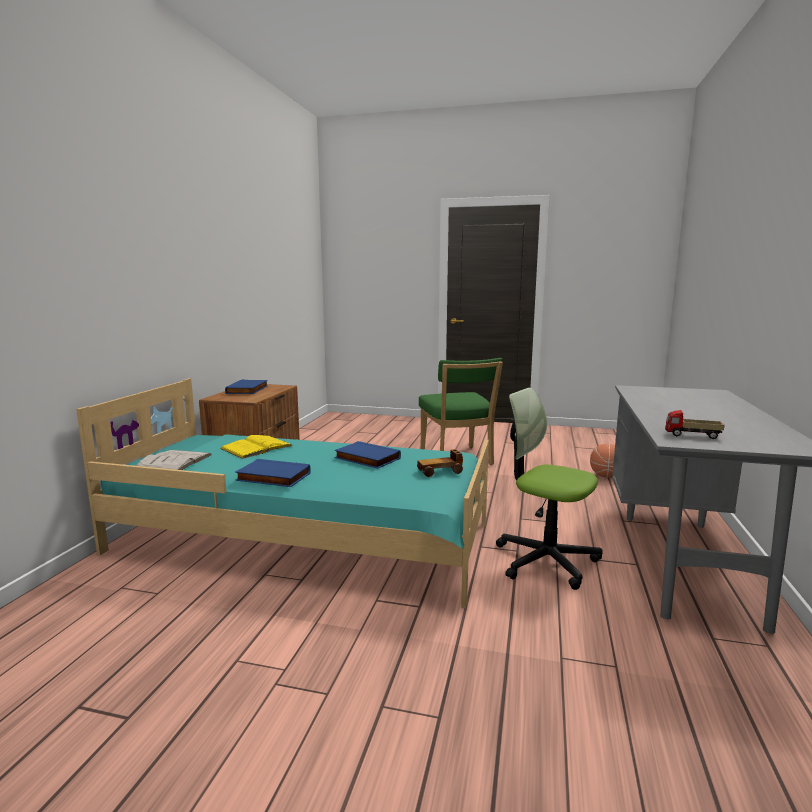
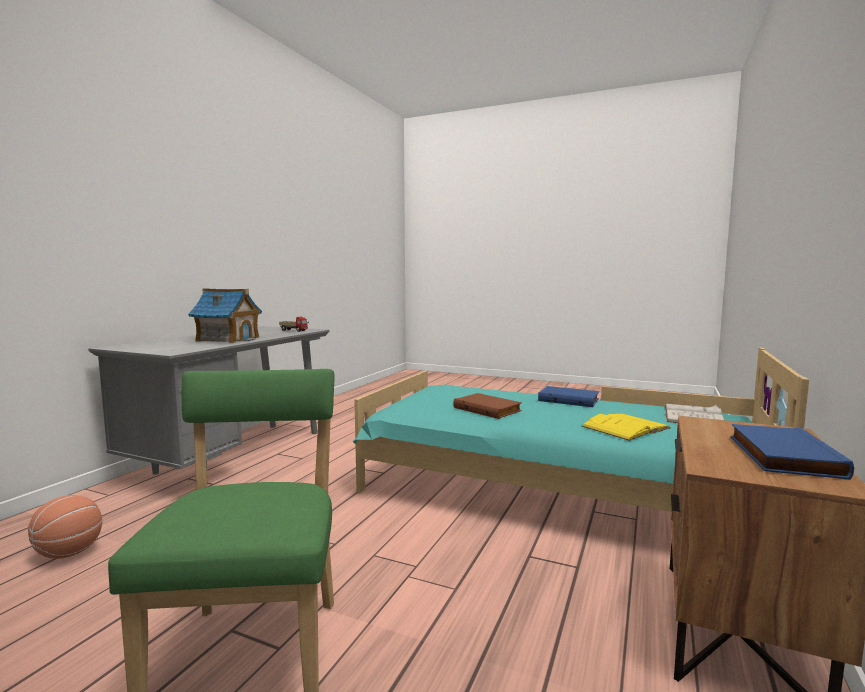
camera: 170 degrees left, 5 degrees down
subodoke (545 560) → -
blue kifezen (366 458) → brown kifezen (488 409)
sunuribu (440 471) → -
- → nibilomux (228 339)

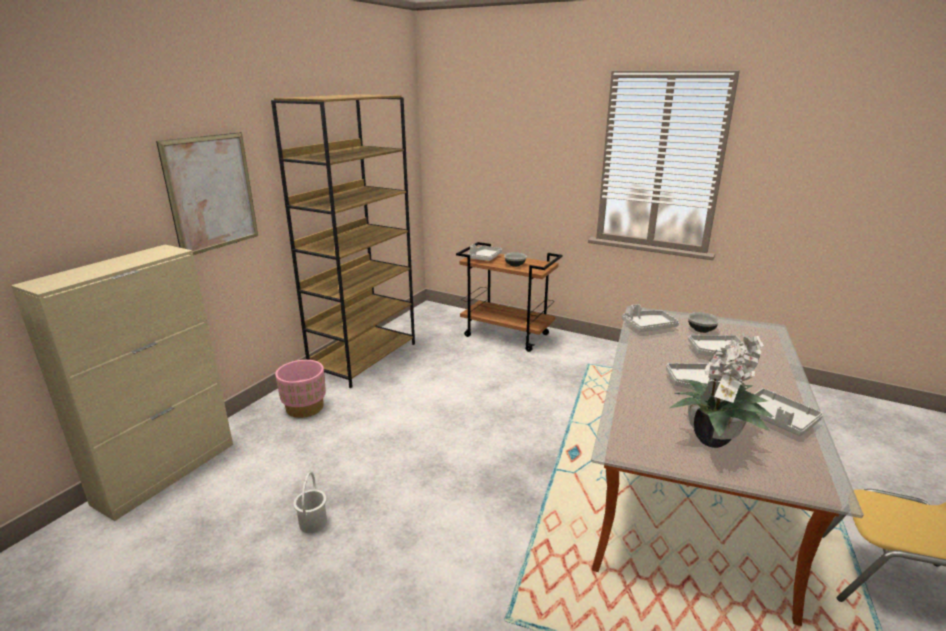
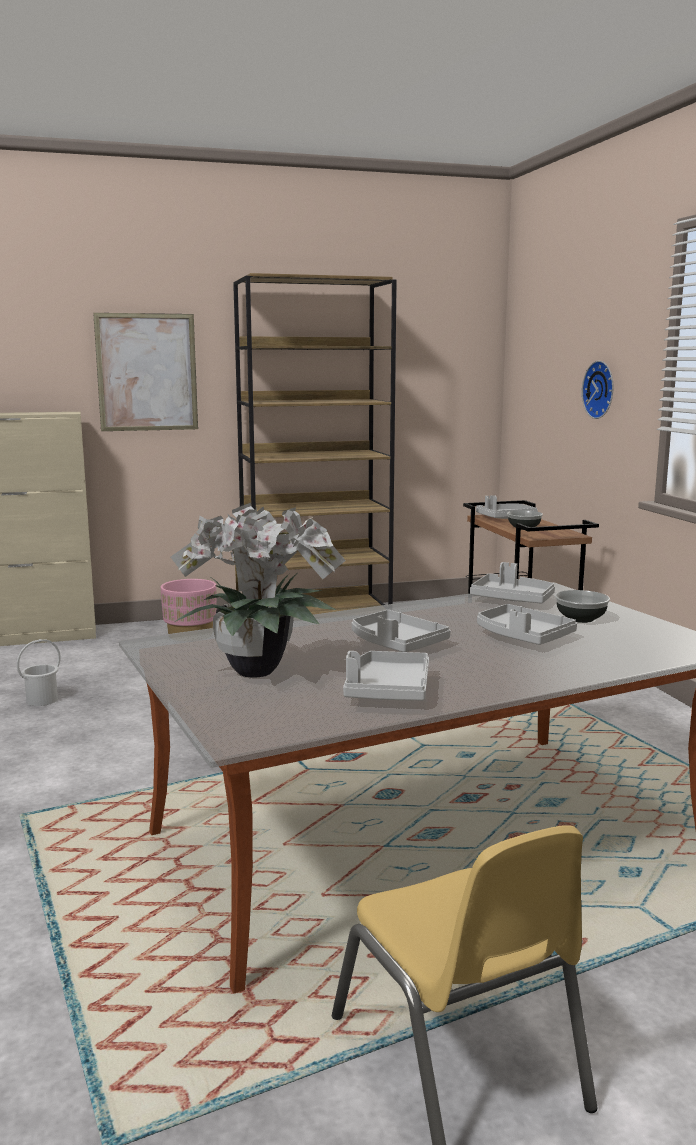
camera: 45 degrees right, 10 degrees down
- → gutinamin (601 389)

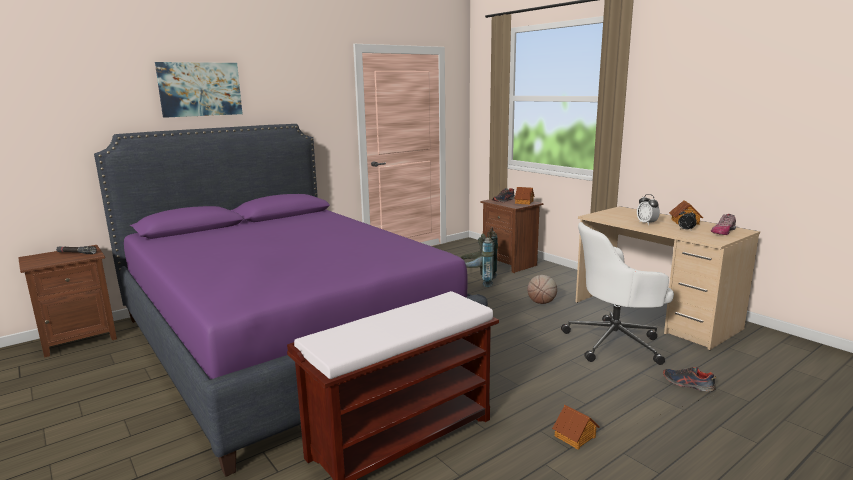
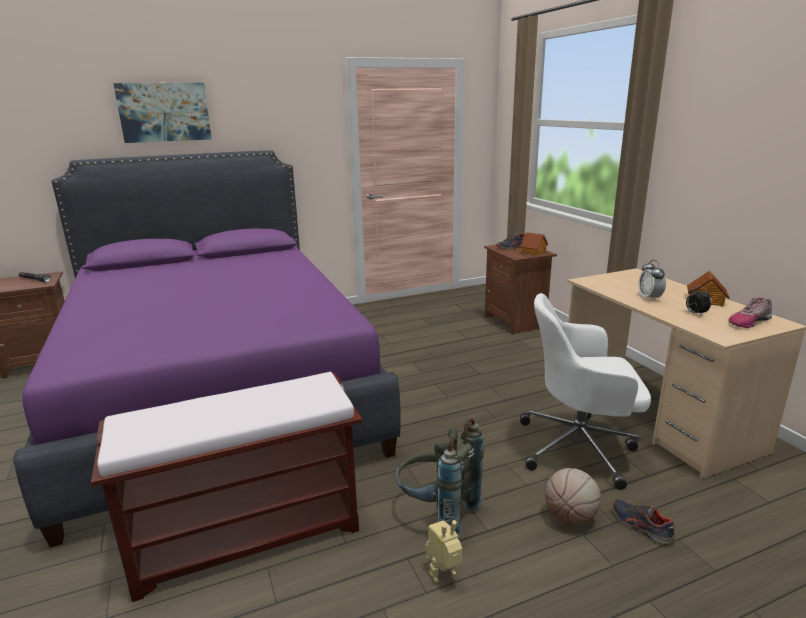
camera: 15 degrees right, 5 degrees up
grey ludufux (476 281) → grey ludufux (437 513), moved
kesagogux (541 303) → kesagogux (570 517), moved
nibilomux (575 436) → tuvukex (444 576)

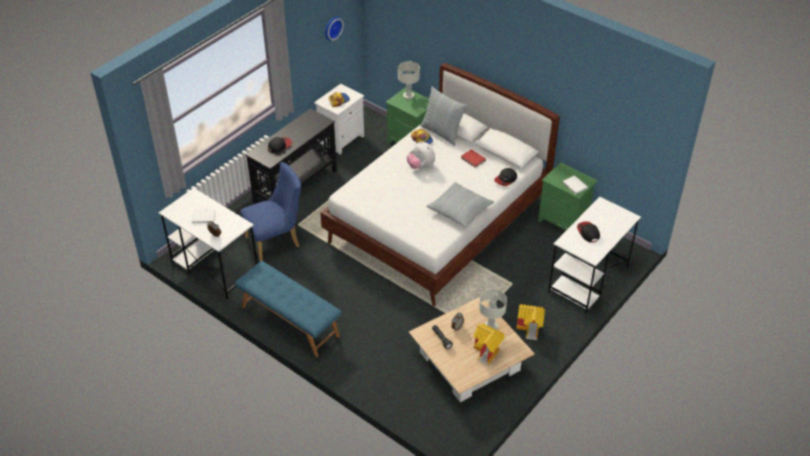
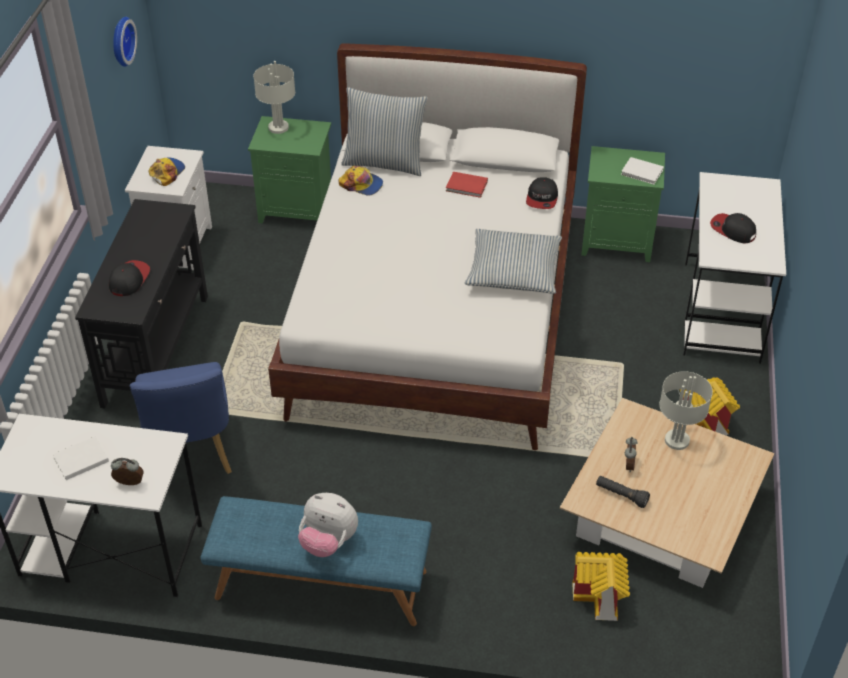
camera: 30 degrees left, 0 degrees up
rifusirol (421 166) → rifusirol (328 542), moved
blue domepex (276 241) → blue domepex (191 455), 135 degrees clockwise
nibilomux (487 352) → nibilomux (600 598), moved

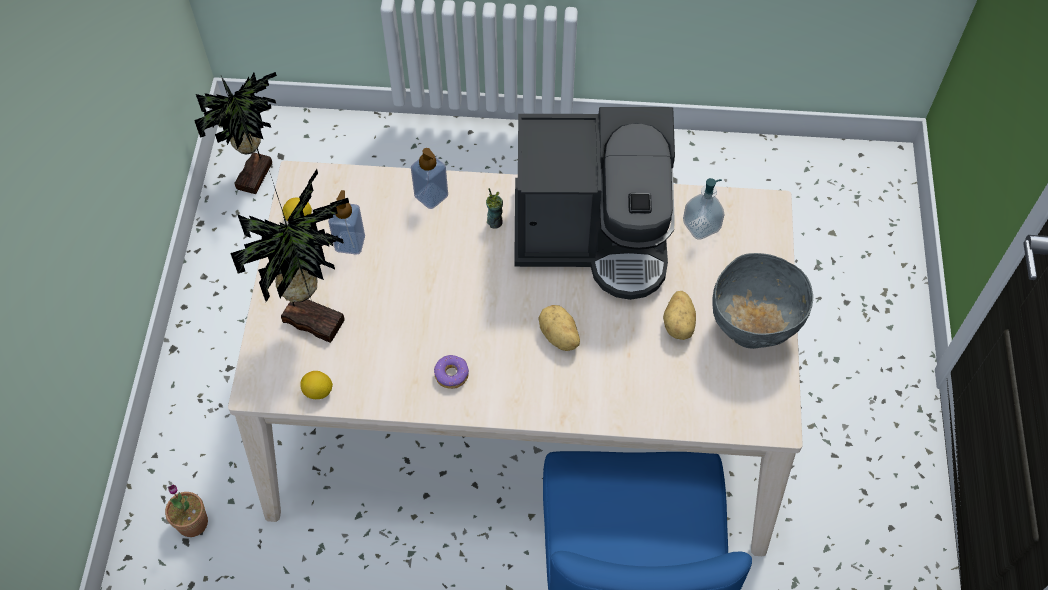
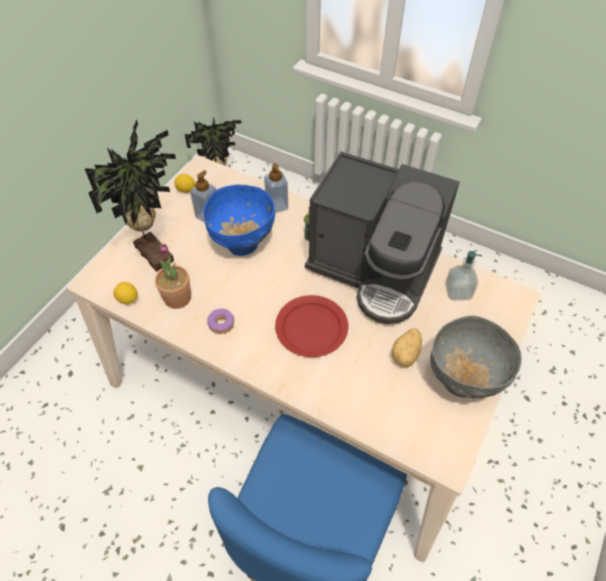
camera: 25 degrees right, 5 degrees down
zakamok (558 337) → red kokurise (311 328)
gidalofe (192 522) → gidalofe (177 298), moved
- → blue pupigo (242 244)

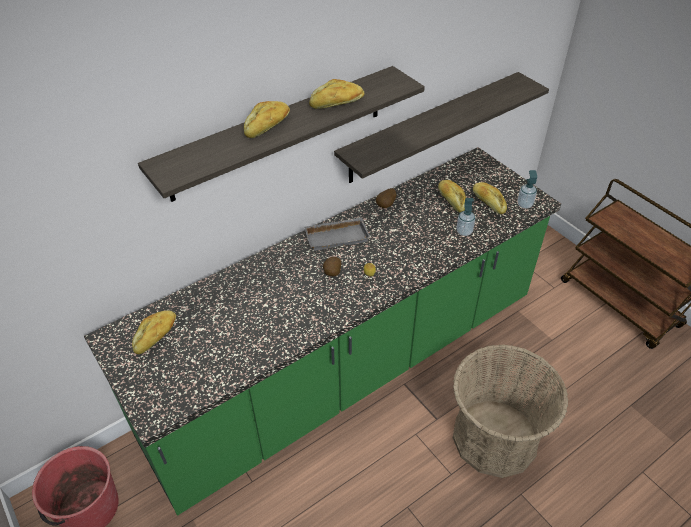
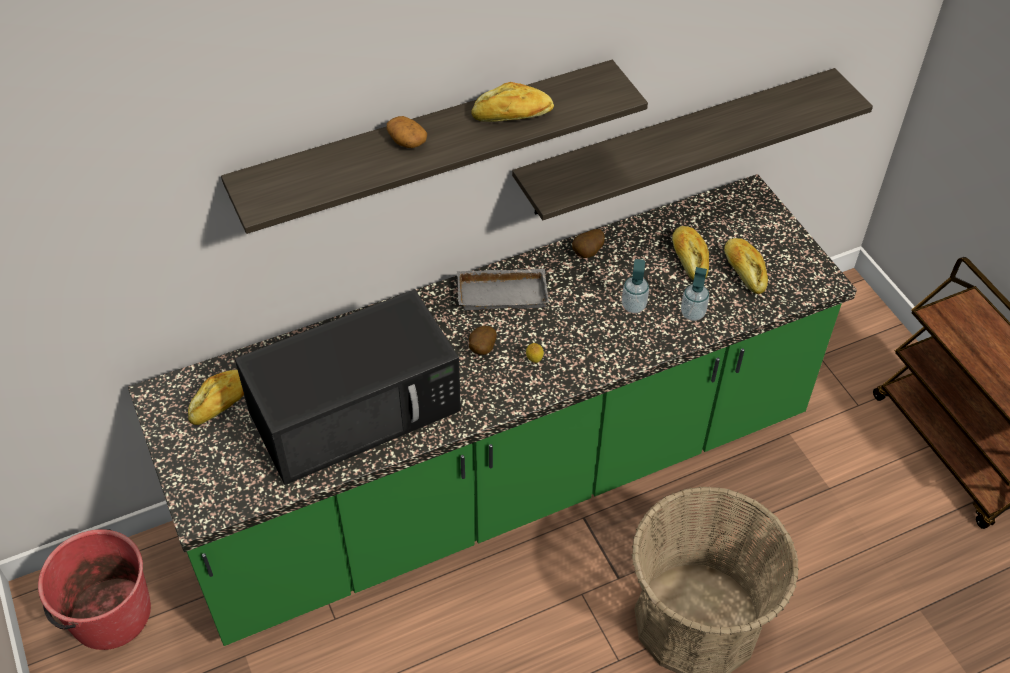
camera: 10 degrees right, 5 degrees up
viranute (268 126) → zakamok (406 141)
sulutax (524 204) → sulutax (633 306), moved
- → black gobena (357 409)

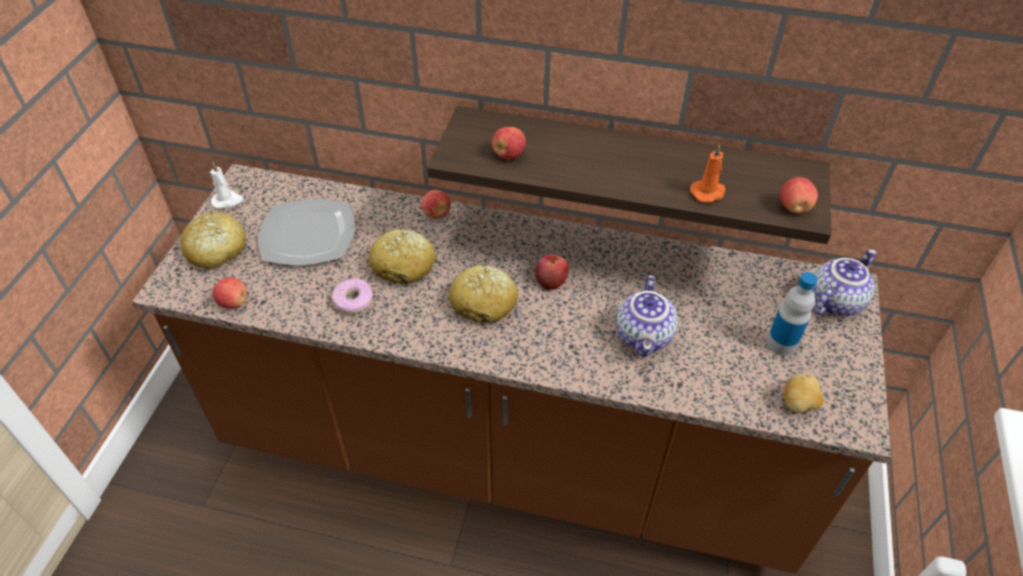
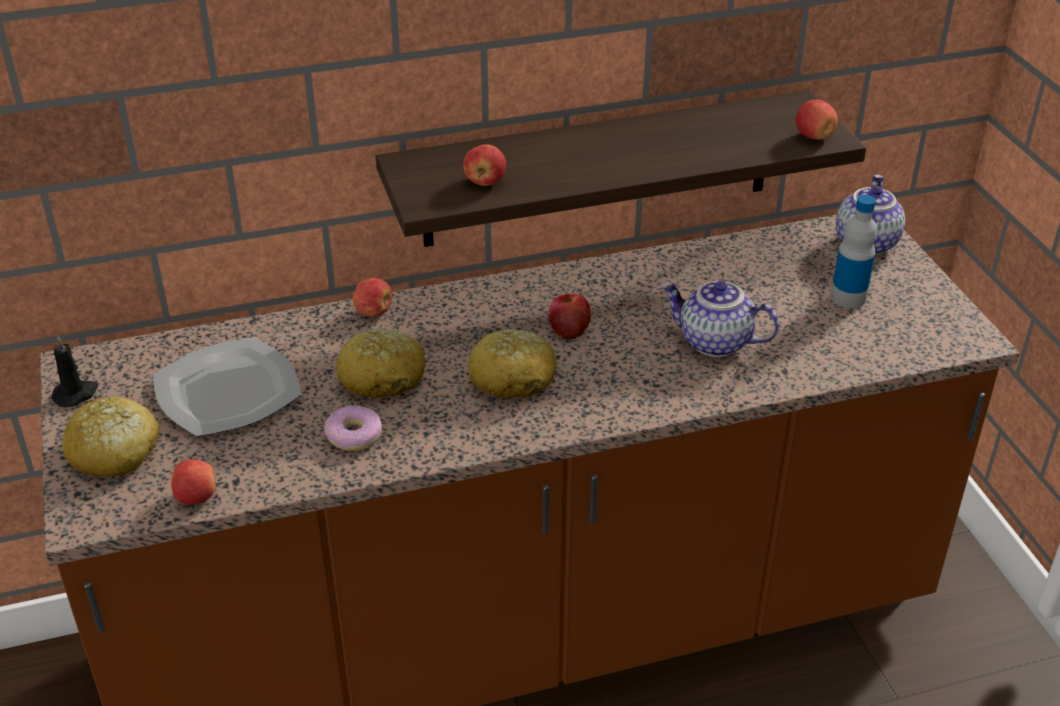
camera: 30 degrees left, 10 degrees down
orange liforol (708 192) → -
white liforol (227 200) → black liforol (76 394)
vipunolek (645 337) → vipunolek (714 343), 135 degrees clockwise
zakamok (798 404) → -

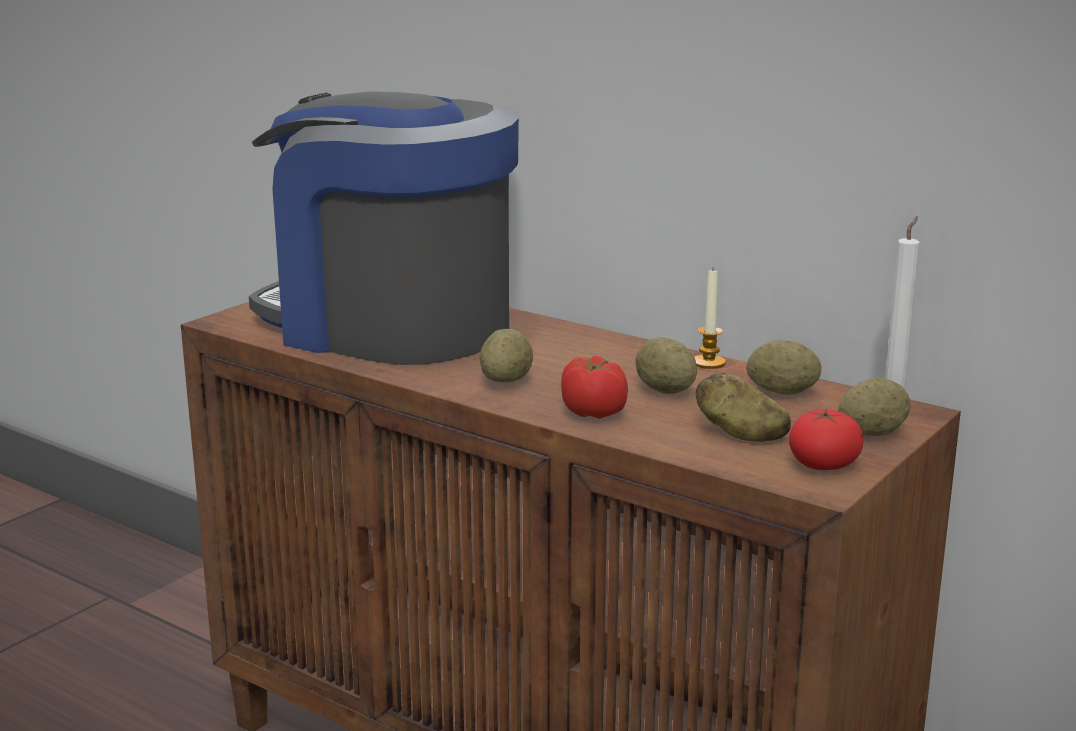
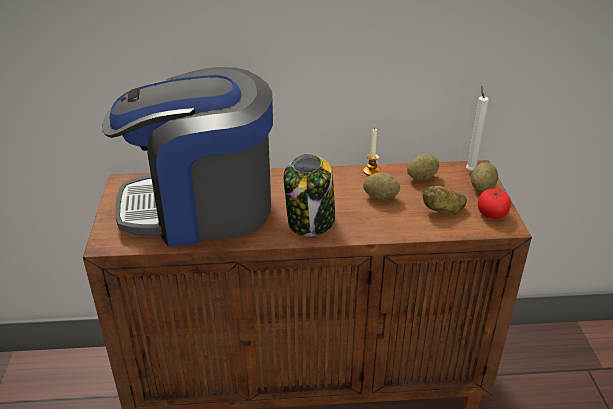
camera: 40 degrees left, 15 degrees up
zakamok (505 380) → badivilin (310 222)
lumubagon (593 413) → -

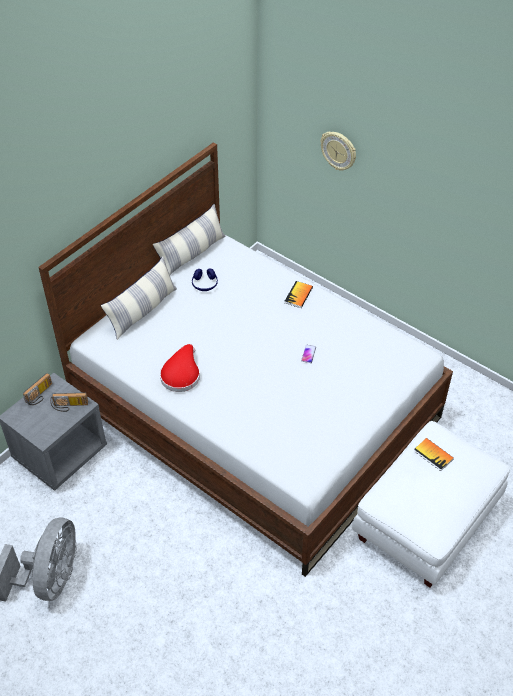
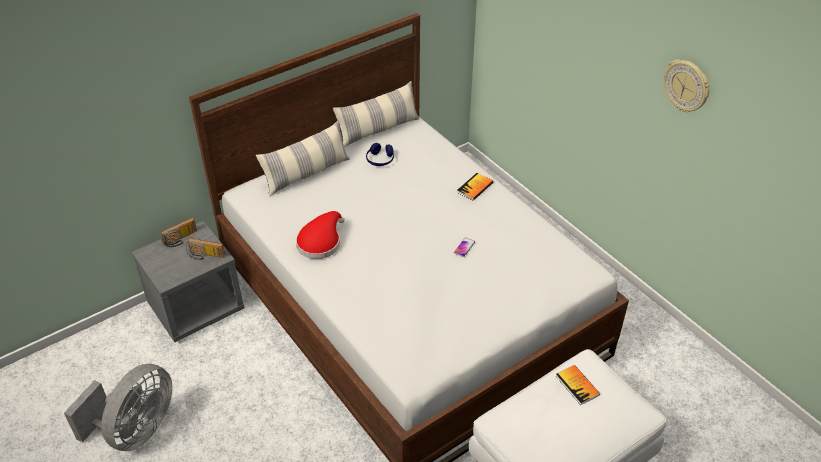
camera: 15 degrees right, 5 degrees down
gutinamin (338 151) → gutinamin (686 86), moved

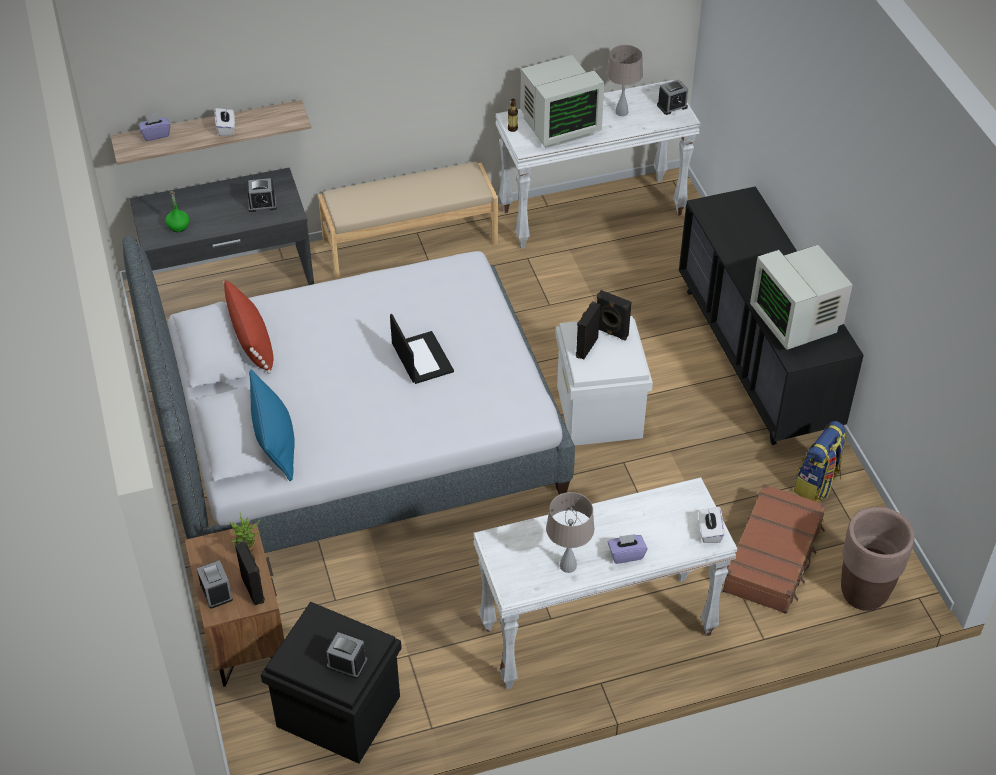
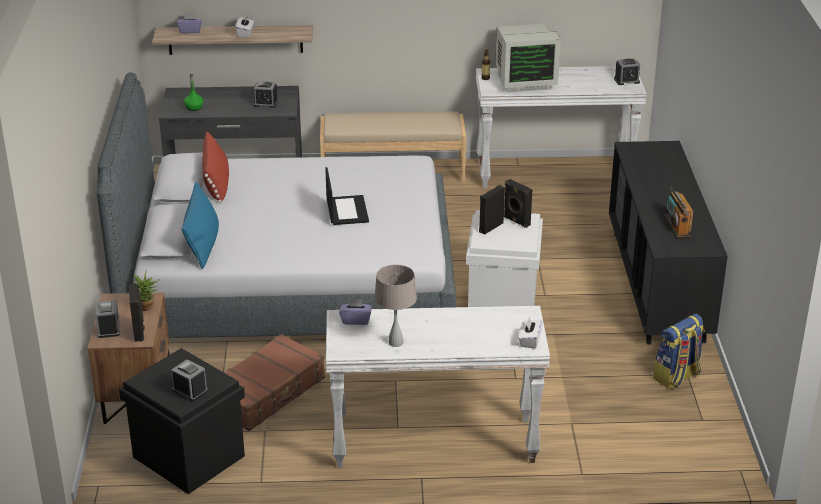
camera: 15 degrees right, 15 degrees down
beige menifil (622 112) → -
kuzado (796 321) → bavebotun (676 227)
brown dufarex (773 557) → brown dufarex (267 393), moved
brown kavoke (864 593) → -
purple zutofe (626 554) → purple zutofe (356 320), moved

